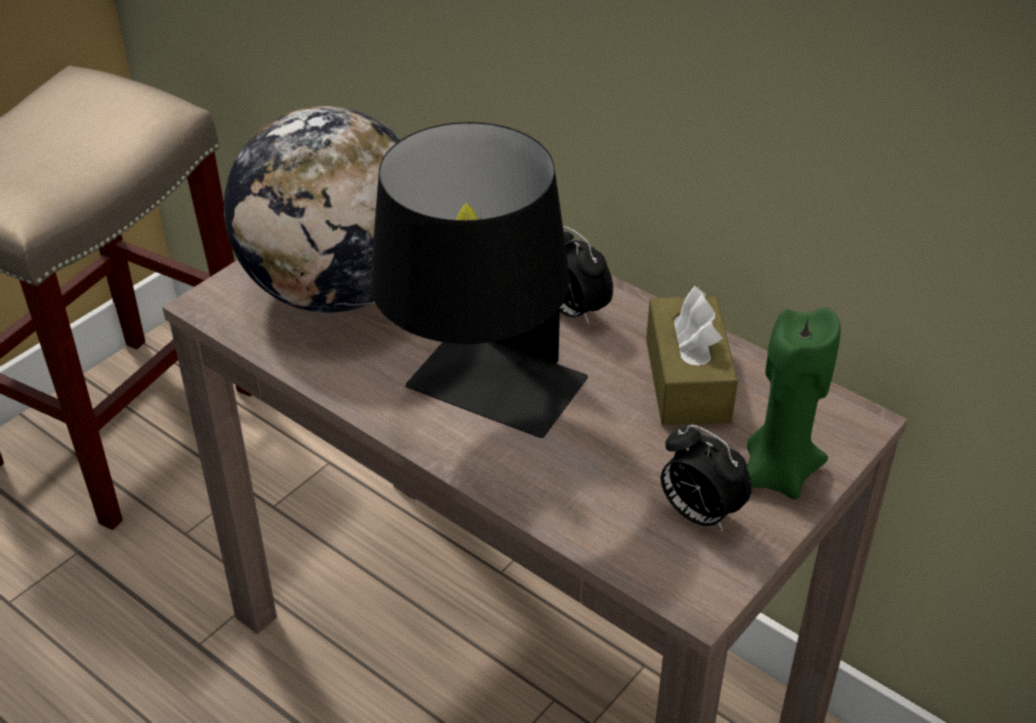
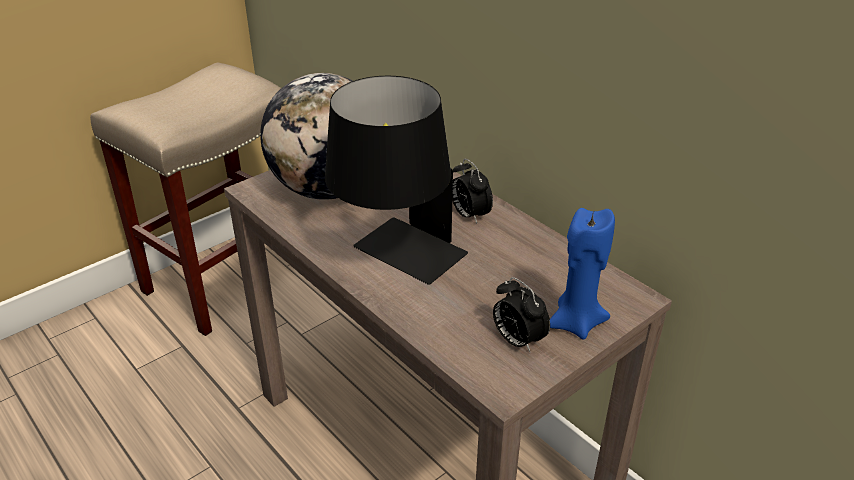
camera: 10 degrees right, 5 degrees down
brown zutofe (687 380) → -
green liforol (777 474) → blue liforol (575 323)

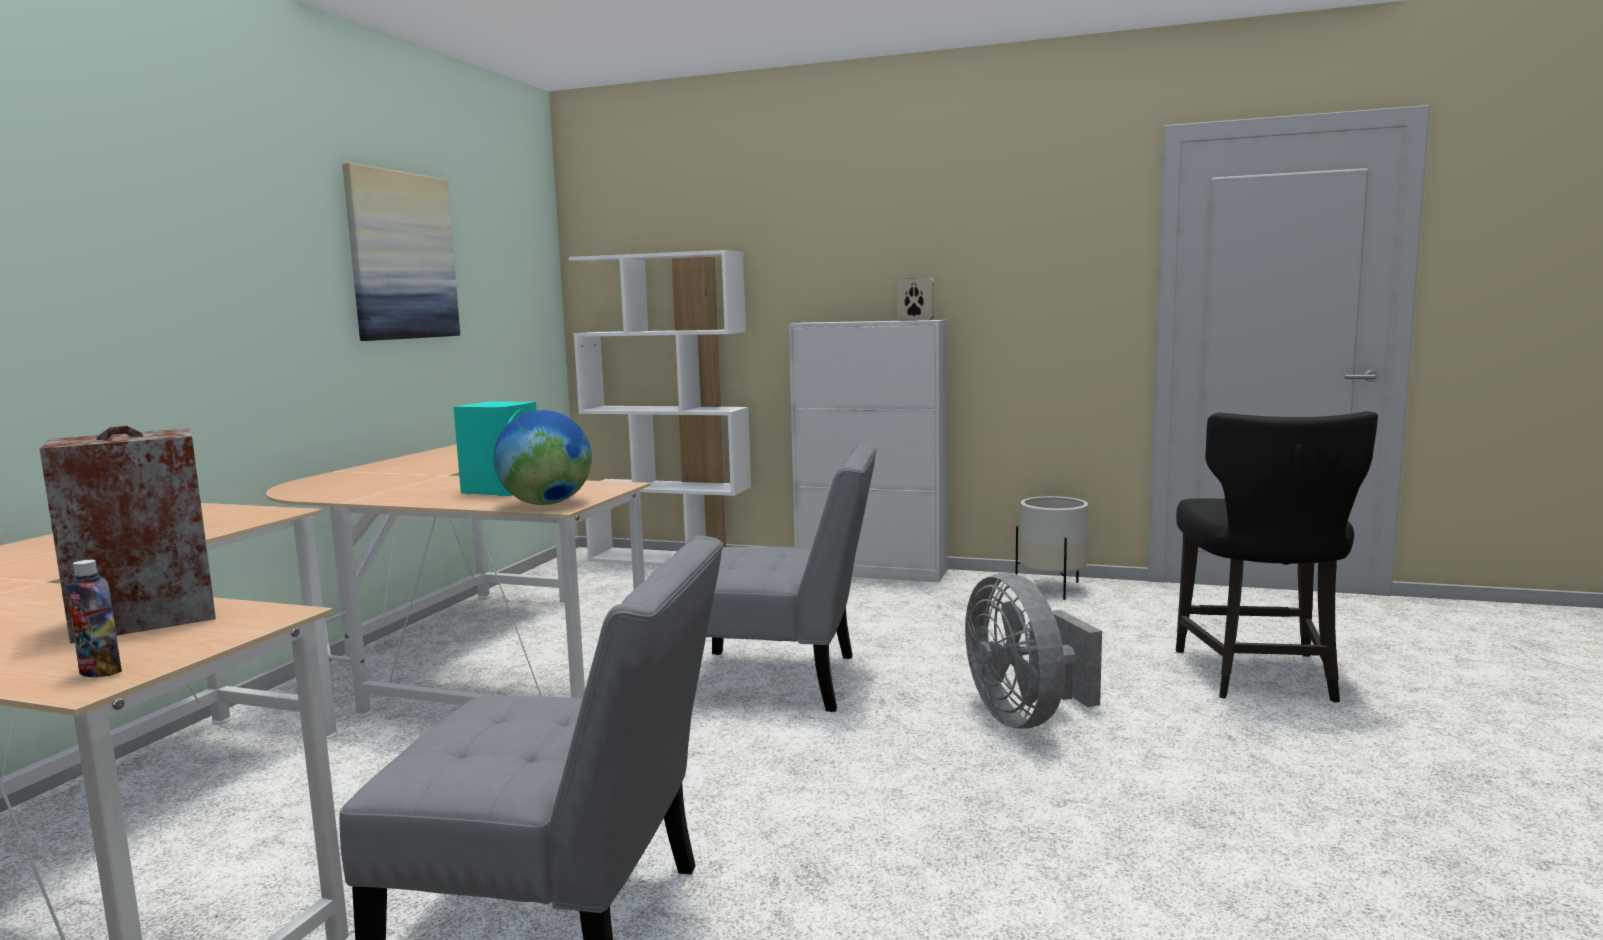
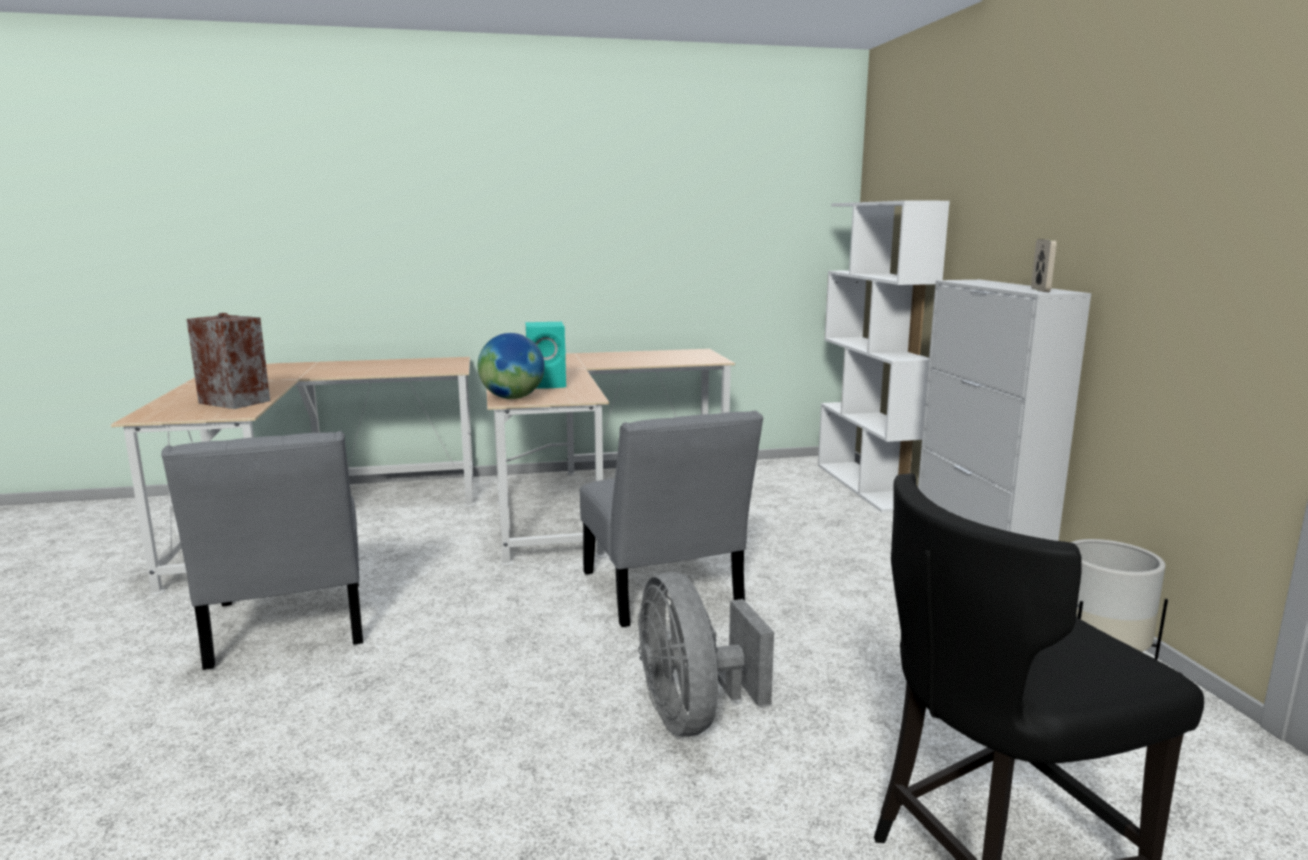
camera: 60 degrees right, 5 degrees up
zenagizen (401 256) → -
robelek (100 672) → -
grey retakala (1025 717) → grey retakala (693 715), 60 degrees counterclockwise

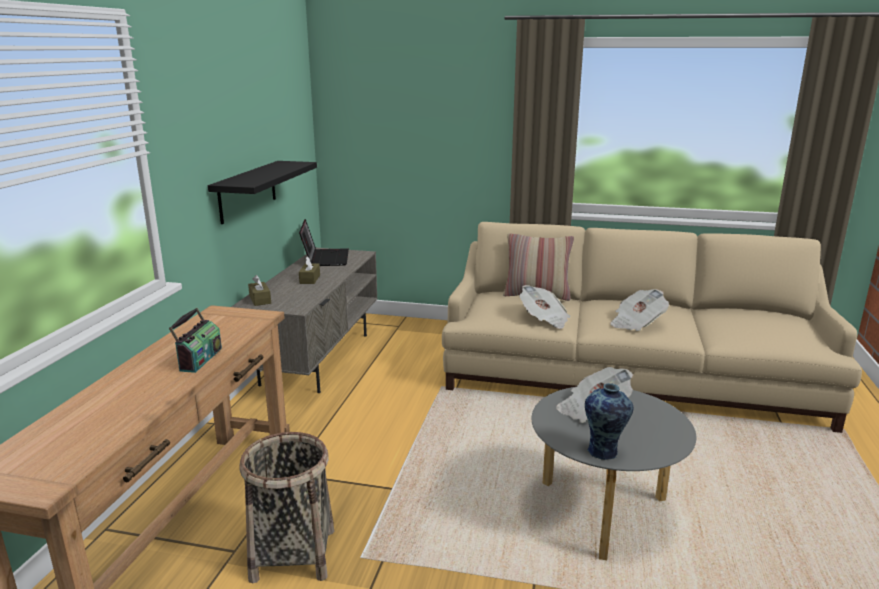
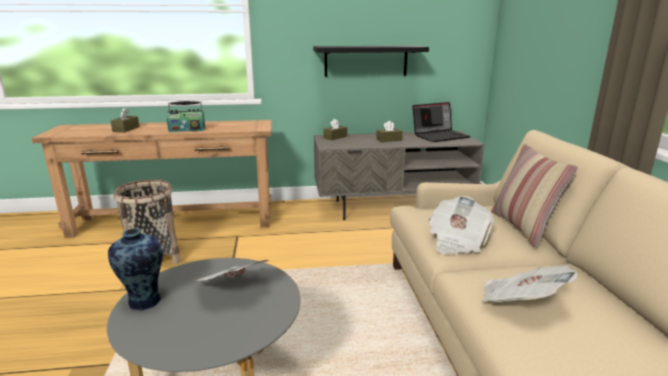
camera: 70 degrees right, 0 degrees up
- → brown zutofe (126 129)

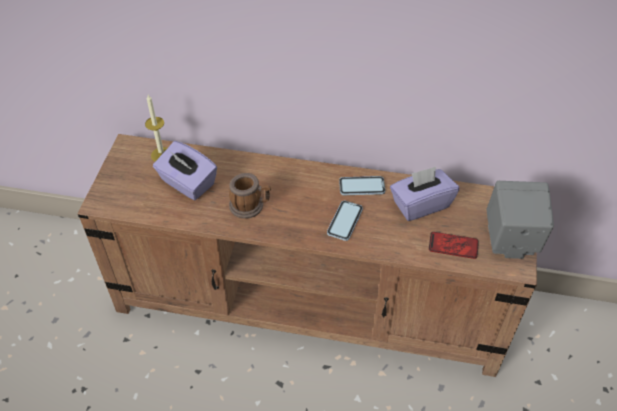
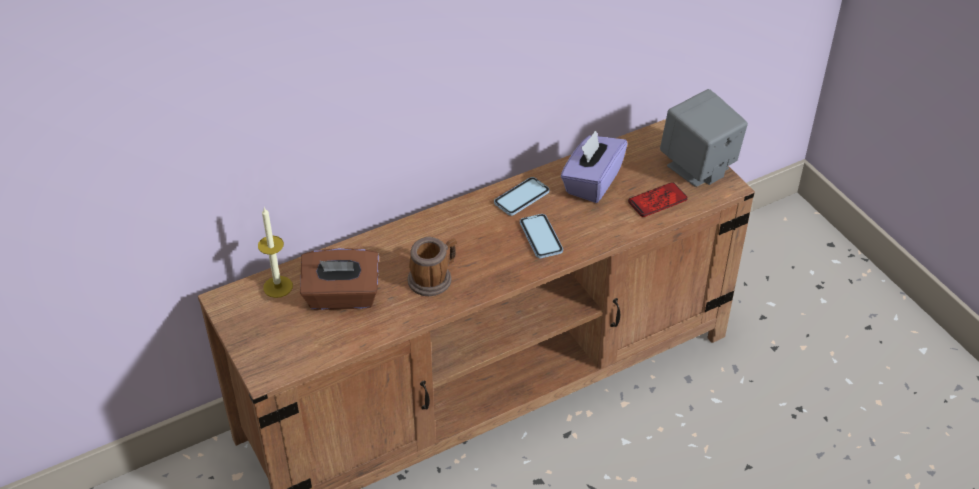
camera: 40 degrees left, 5 degrees down
purple zutofe (187 183) → brown zutofe (342 297)

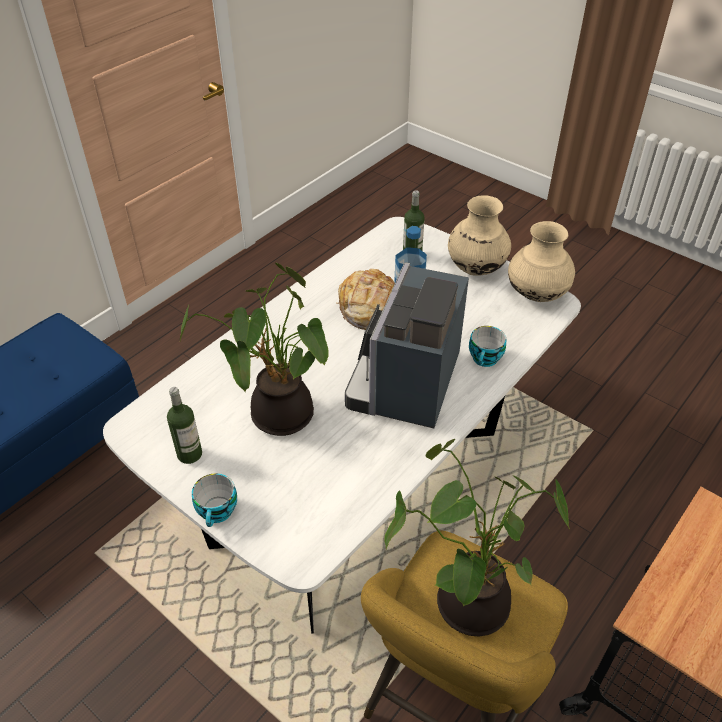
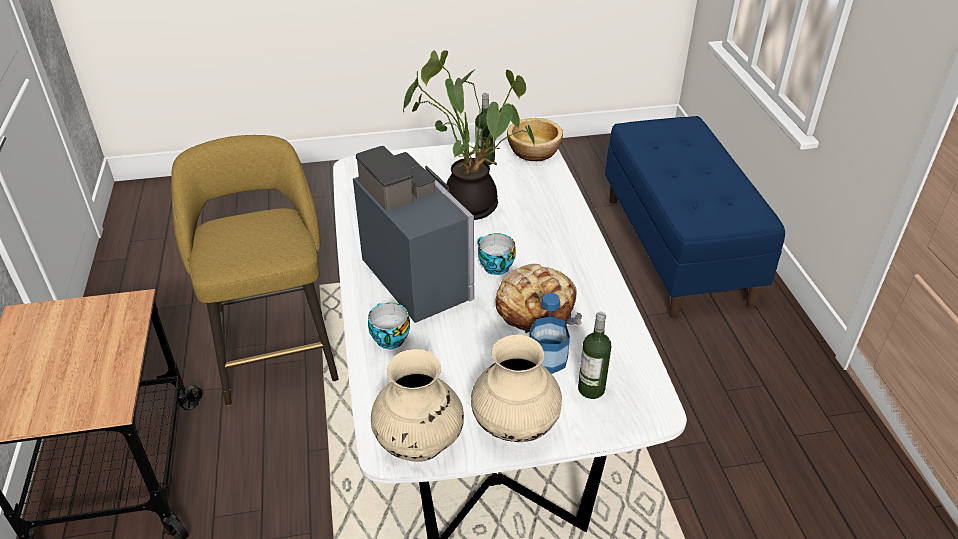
camera: 130 degrees right, 5 degrees down
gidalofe (467 600) → -
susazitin (218 512) → susazitin (494 266), moved
- → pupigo (535 152)

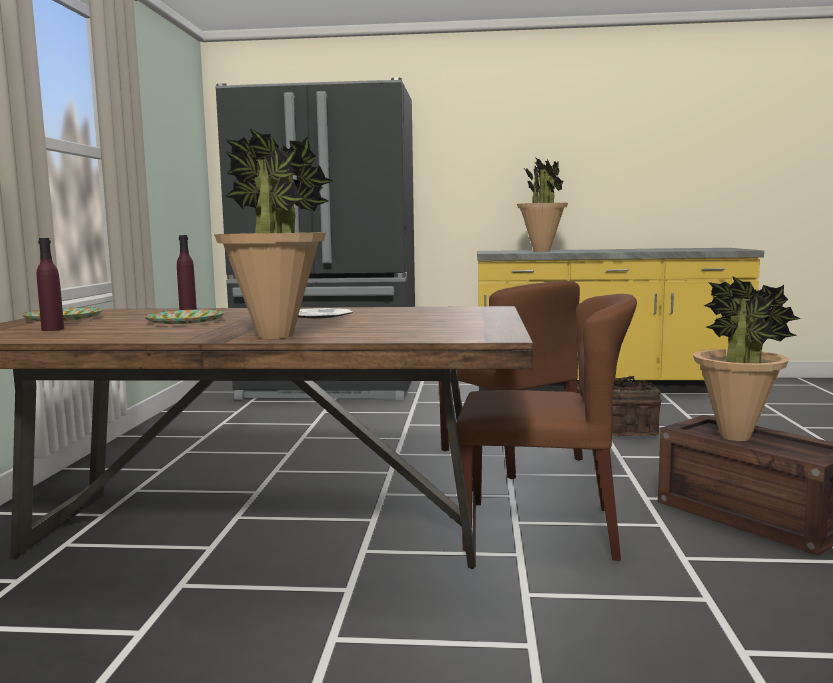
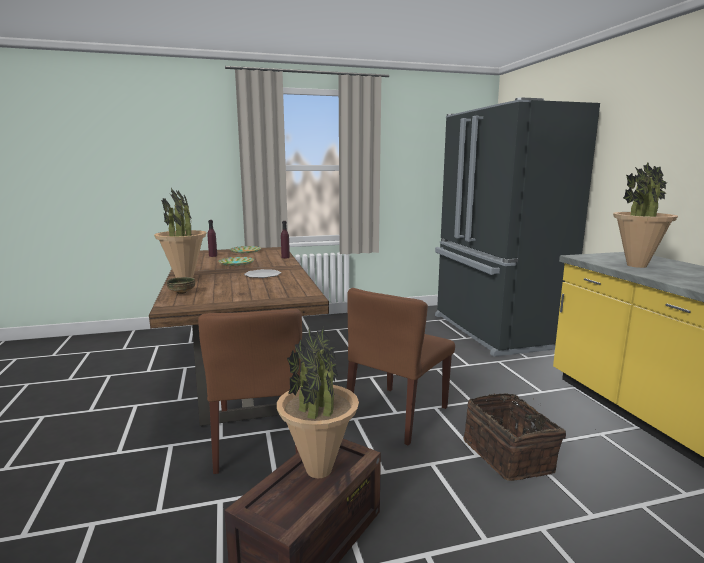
camera: 70 degrees right, 5 degrees up
- → pupigo (182 292)

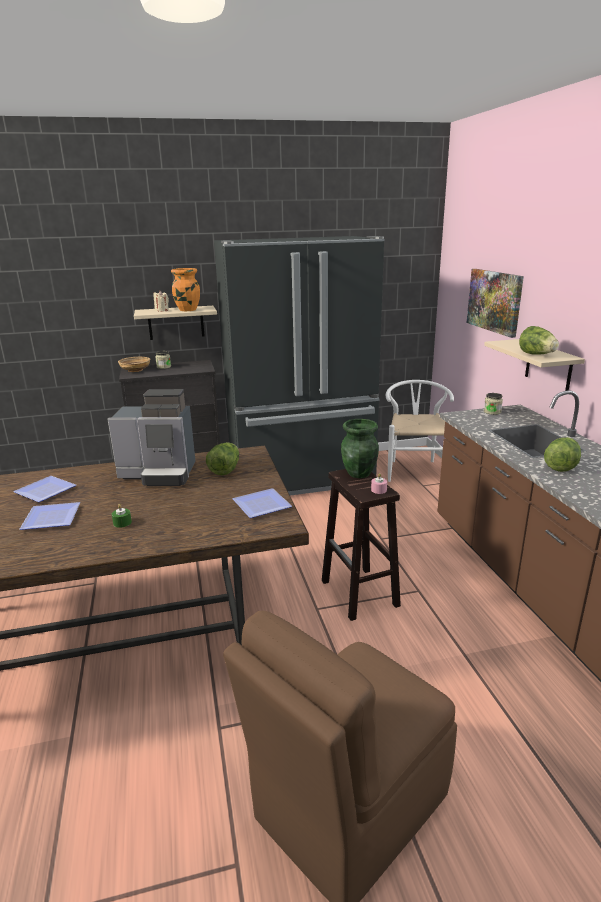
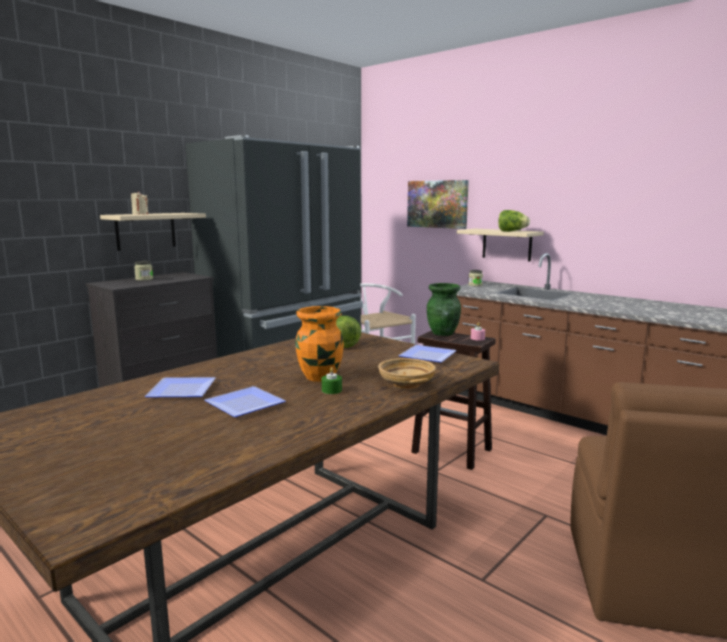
camera: 35 degrees left, 10 degrees down
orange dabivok (187 310) → orange dabivok (320 377), moved
beige pupigo (135 370) → beige pupigo (406 384), moved
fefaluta (160 474) → -
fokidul (561 466) → -

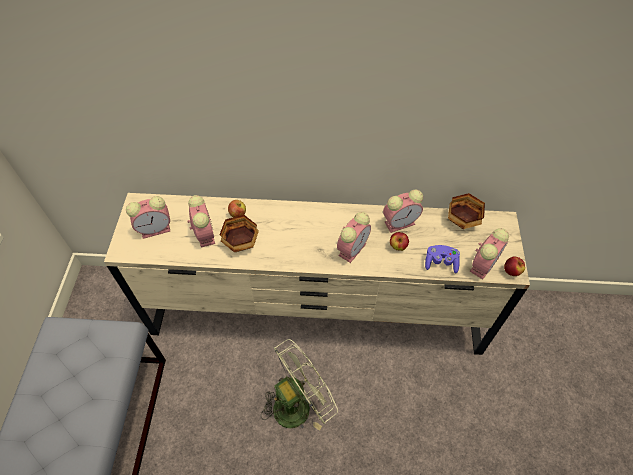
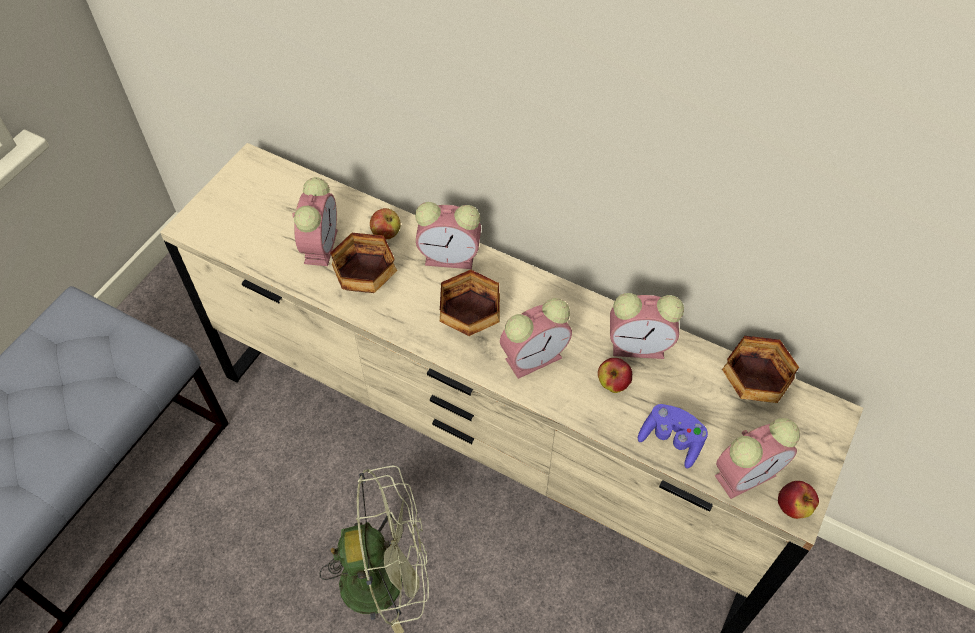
camera: 25 degrees right, 0 degrees up
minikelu (156 228) → minikelu (452 257), moved
- → pupigo (468 320)

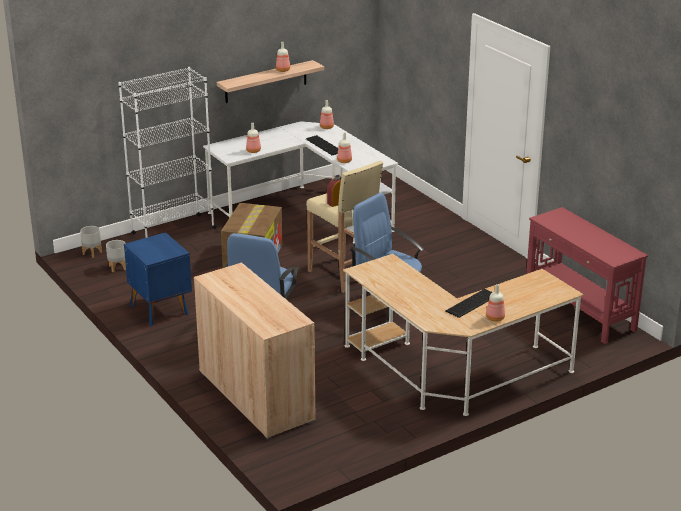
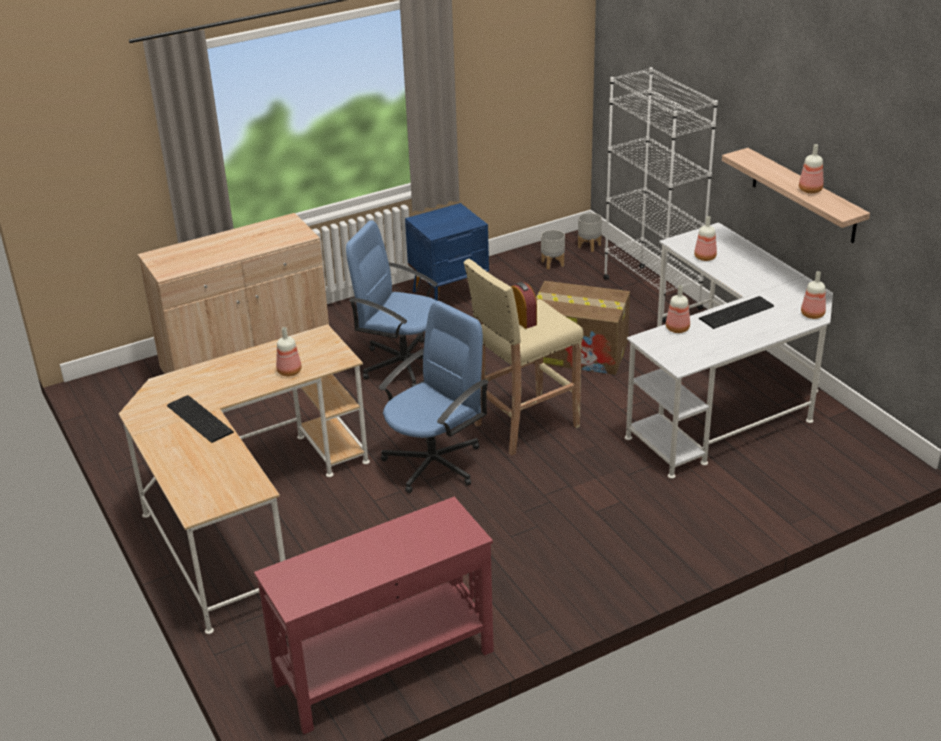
camera: 95 degrees right, 5 degrees up
robelek (495 318) → robelek (289 372), moved

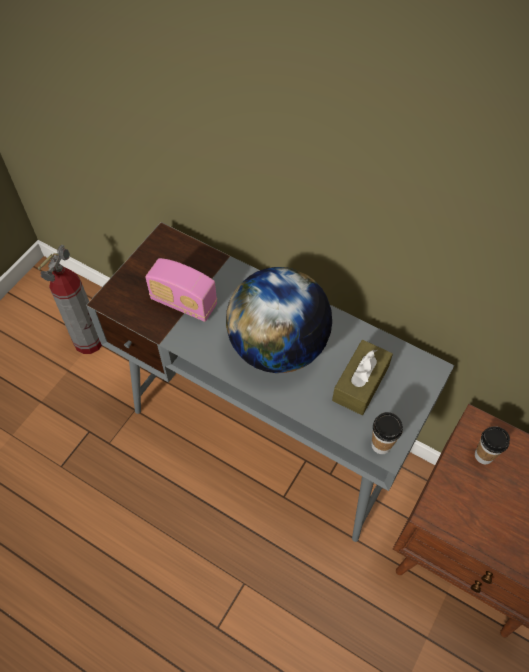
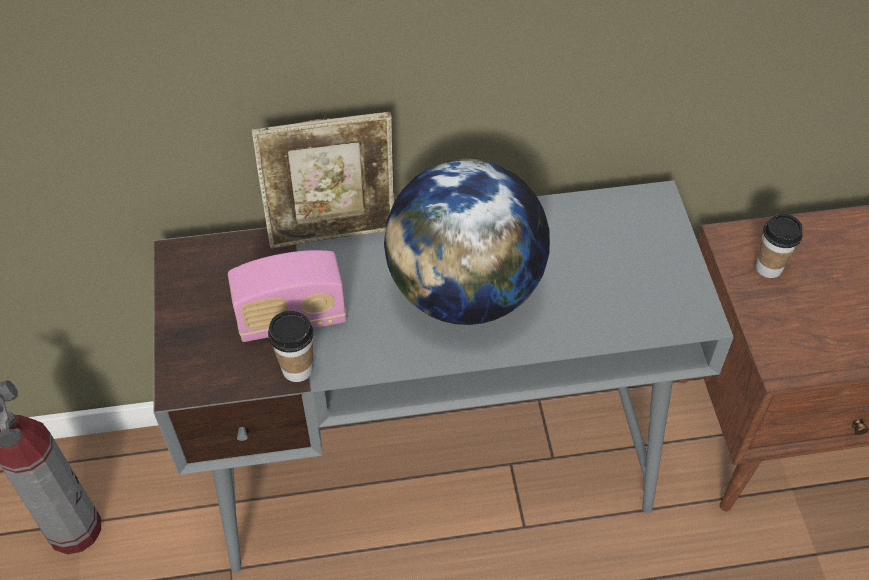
camera: 40 degrees left, 5 degrees down
brown zutofe (360 383) → -
susazitin (381 445) → susazitin (297 369), moved
- → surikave (333 233)

